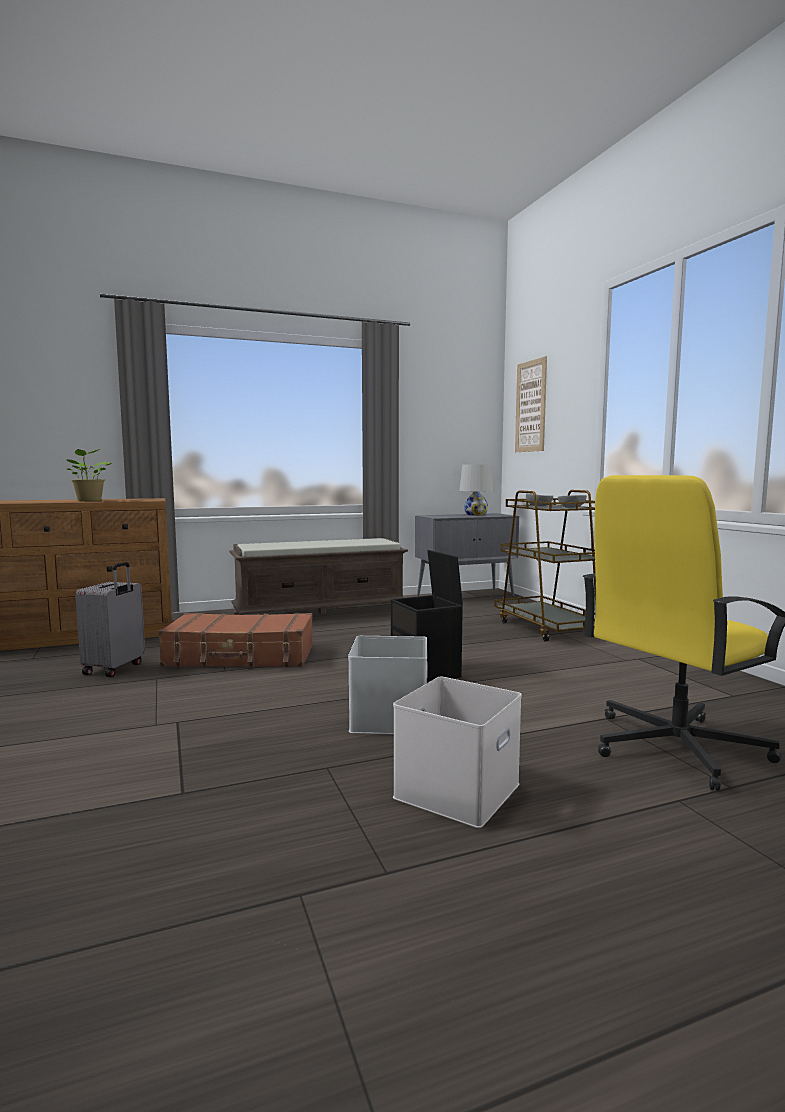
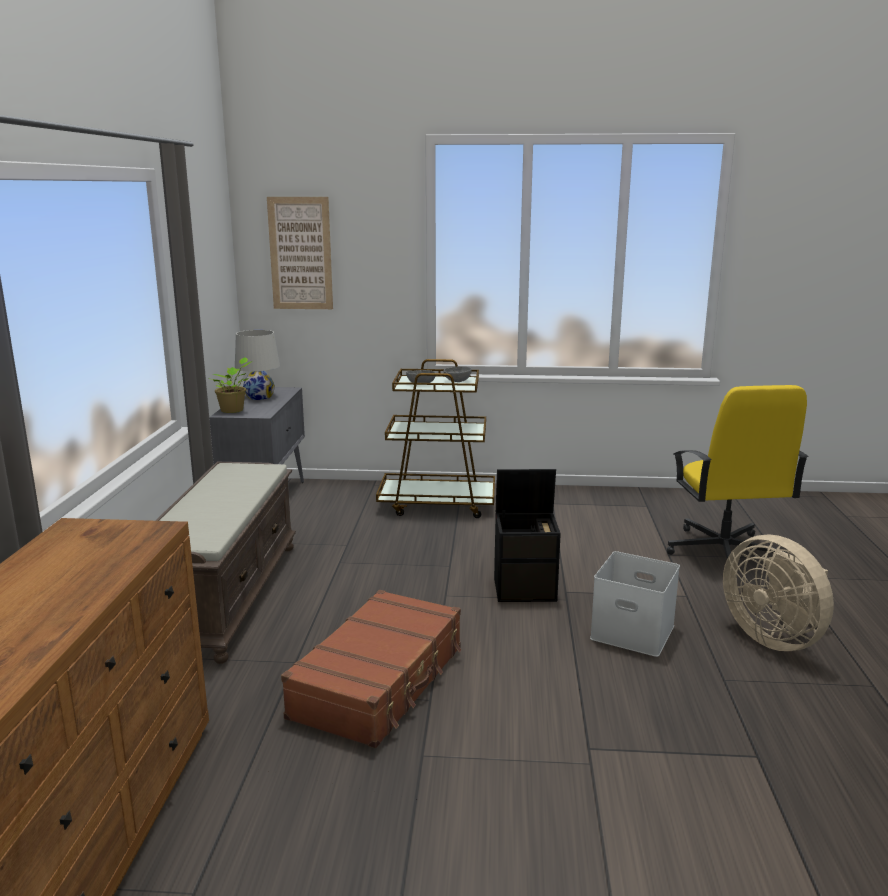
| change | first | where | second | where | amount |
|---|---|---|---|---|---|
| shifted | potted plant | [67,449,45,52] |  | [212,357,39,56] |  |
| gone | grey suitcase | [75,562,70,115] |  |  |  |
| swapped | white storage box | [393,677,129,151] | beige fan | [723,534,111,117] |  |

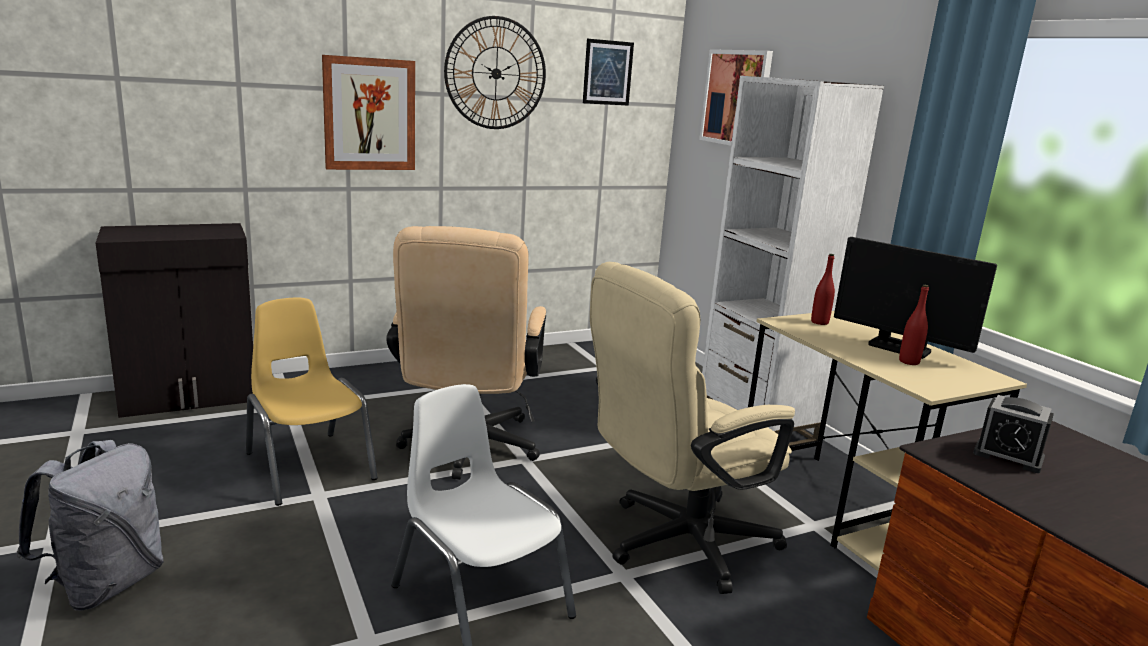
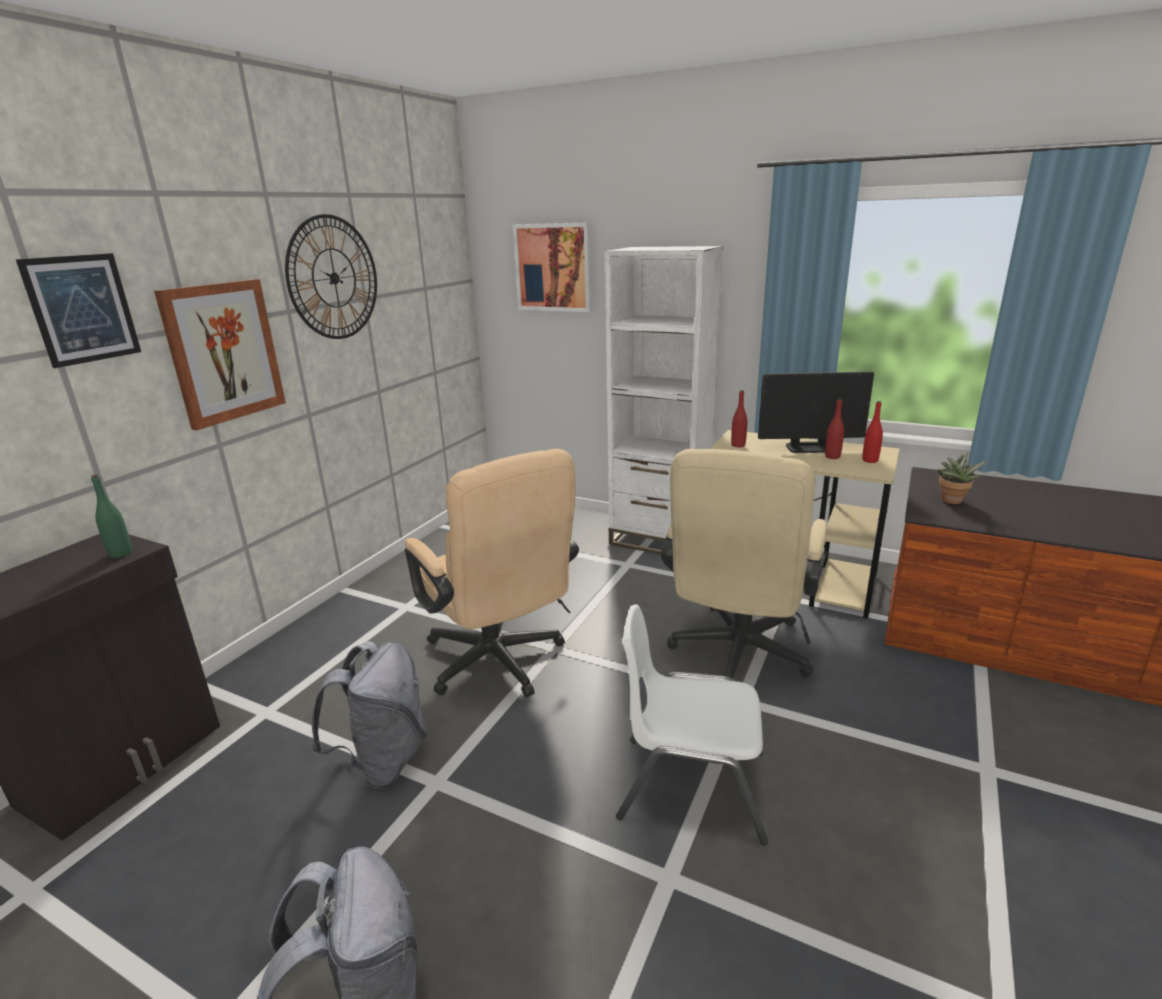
| change | first | where | second | where | amount |
|---|---|---|---|---|---|
| swapped | yellow chair | [246,298,132,208] | grey backpack | [312,641,115,147] |  |
| shifted | picture | [583,39,51,67] |  | [16,253,125,115] |  |
| swapped | alarm clock | [973,395,81,78] | potted plant | [937,453,50,51] |  |
| new |  |  | green bottle | [91,474,41,84] |  |
| new |  |  | red bottle | [862,401,21,62] |  |

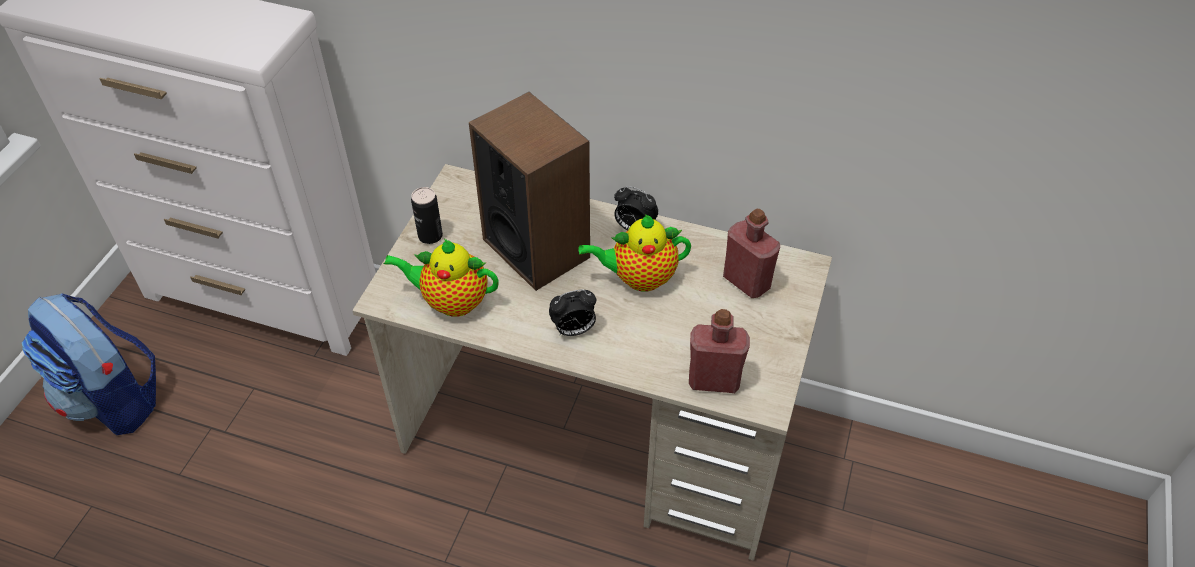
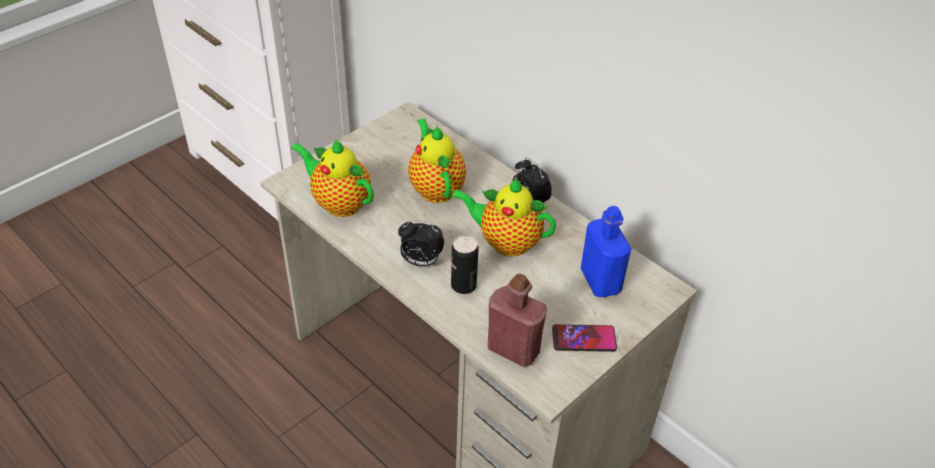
| change | first | where | second | where | amount |
|---|---|---|---|---|---|
| gone | backpack | [22,293,134,142] |  |  |  |
| shifted | can | [411,187,32,57] |  | [451,235,28,59] |  |
| swapped | speaker | [469,92,121,199] | teapot | [408,118,58,85] |  |
| repainted | red bottle | [723,208,57,90] | blue bottle | [581,206,50,91] |  |
| new |  |  | phone | [552,324,65,28] |  |

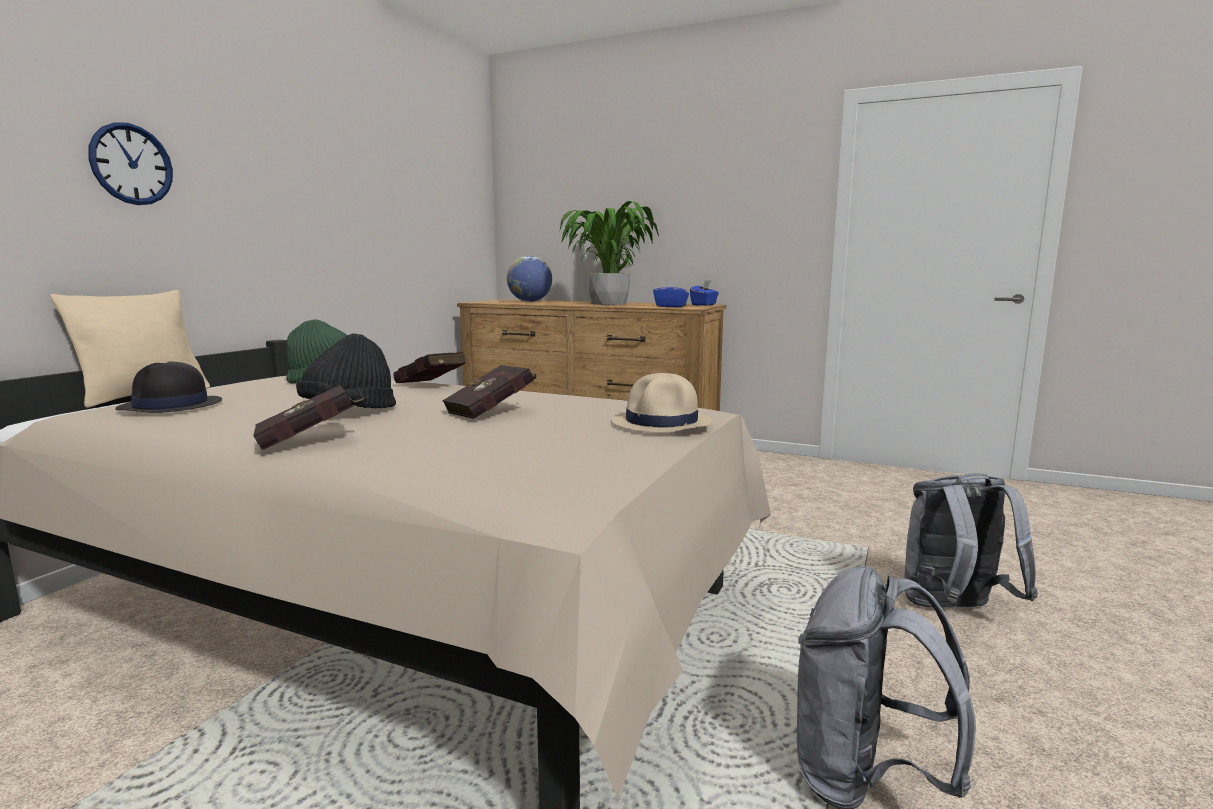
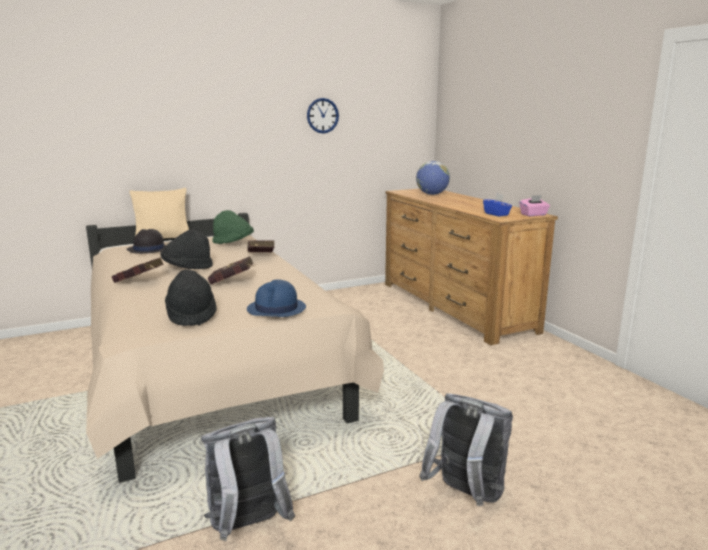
| change | first | where | second | where | amount |
|---|---|---|---|---|---|
| shifted | wall clock | [88,122,85,83] |  | [307,98,32,35] |  |
| gone | potted plant | [560,201,99,104] |  |  |  |
| repainted | beige hat | [611,373,101,60] | blue hat | [247,280,59,37] |  |
| repainted | blue tissue box | [690,280,29,26] | pink tissue box | [519,195,31,21] |  |
| new |  |  | black hat | [165,269,52,57] |  |

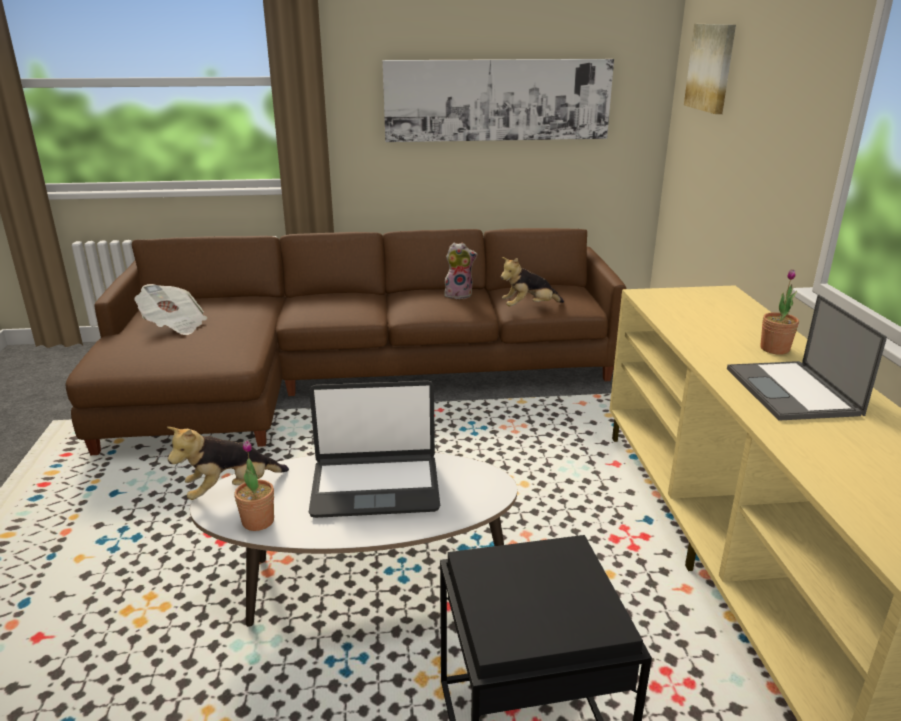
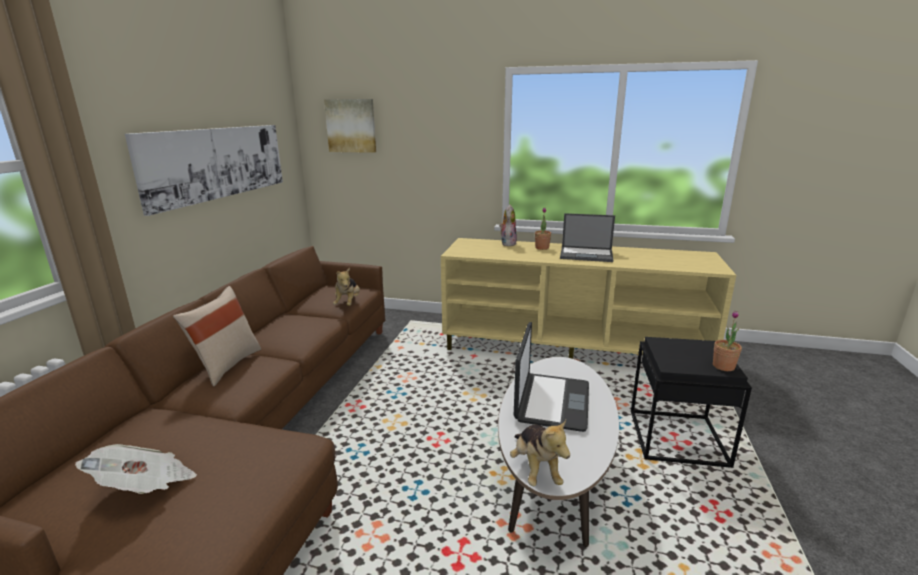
| change | first | where | second | where | amount |
|---|---|---|---|---|---|
| shifted | potted plant | [234,440,40,91] |  | [713,311,29,60] |  |
| shifted | plush toy | [444,243,34,56] |  | [499,204,18,42] |  |
| new |  |  | beige pillow | [173,286,88,100] |  |

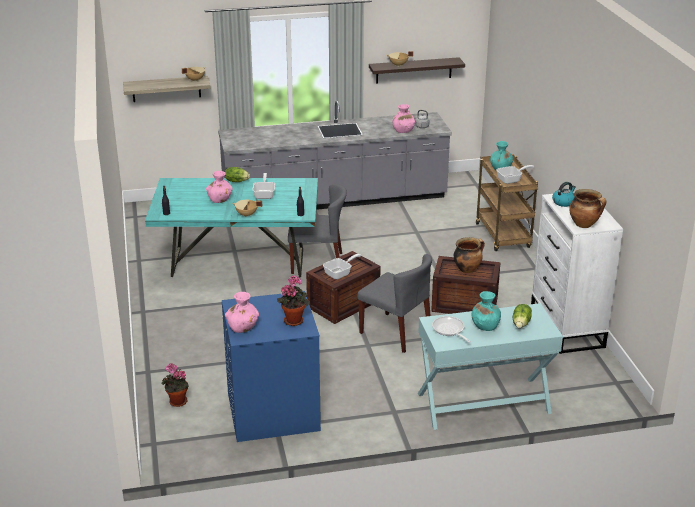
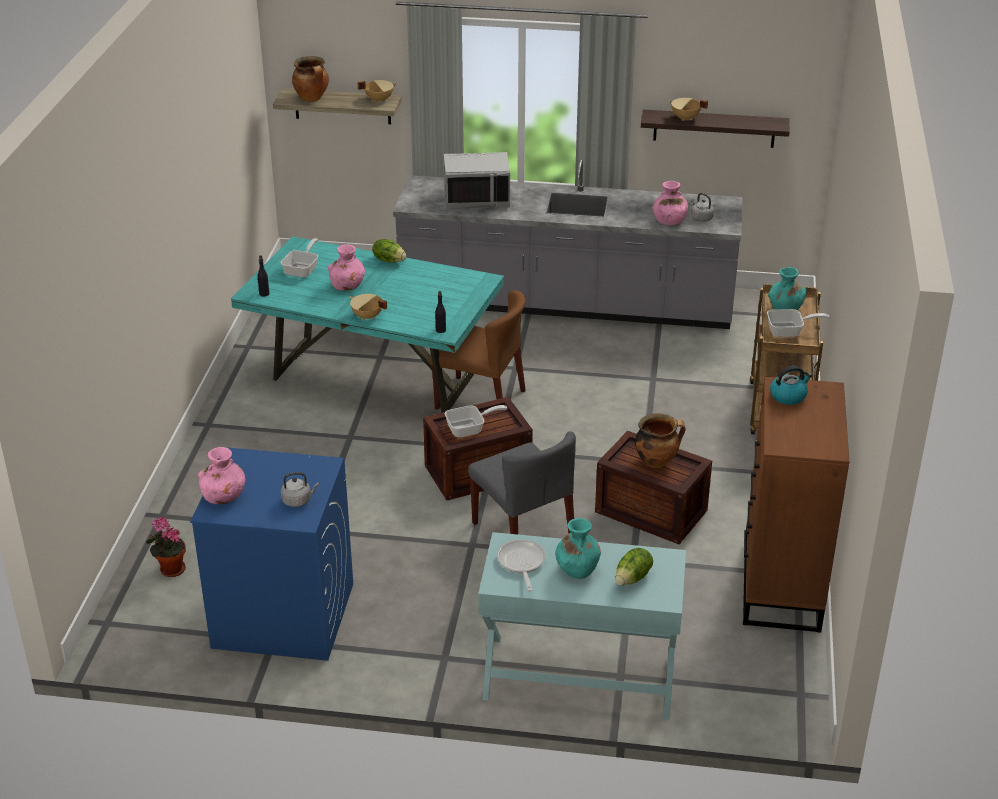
| change | first | where | second | where | amount |
|---|---|---|---|---|---|
| shifted | frying pan | [253,173,22,26] |  | [280,238,38,40] |  |
| swapped | potted plant | [277,275,32,51] | grey kettle | [281,472,38,35] |  |
| repainted | grey chair | [288,184,59,90] | brown chair | [430,290,96,120] |  |
| repainted | white dresser | [531,194,92,160] | brown dresser | [743,377,106,256] |  |
| shifted | cooking pot | [569,189,37,39] |  | [292,56,37,46] |  |
| new |  |  | grey microwave | [443,152,67,57] |  |

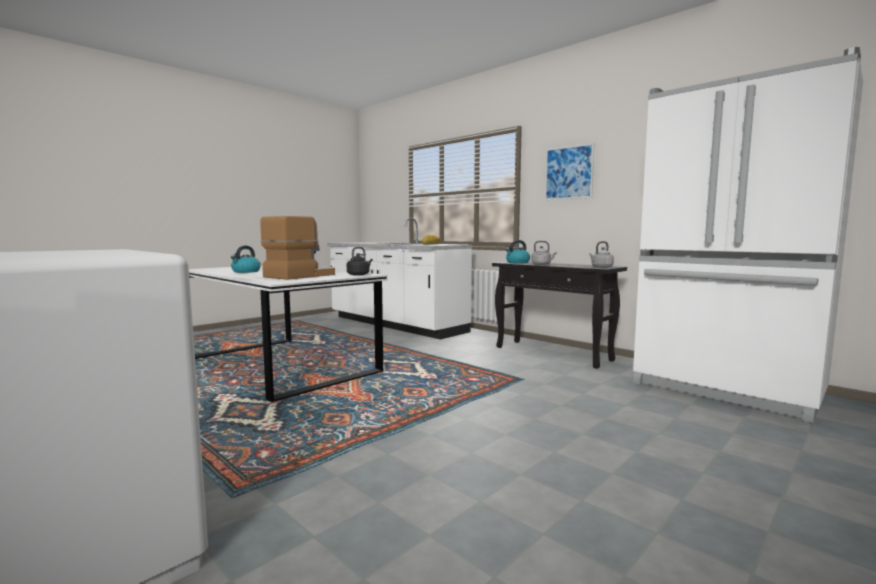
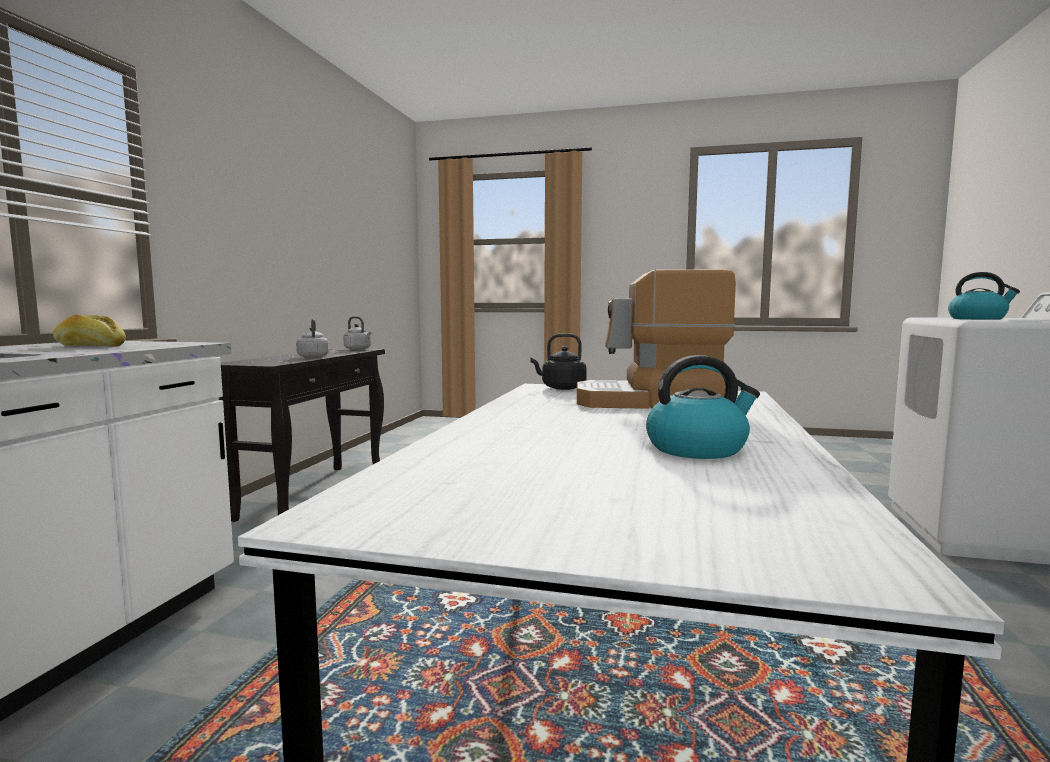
| change | first | where | second | where | amount |
|---|---|---|---|---|---|
| shifted | kettle | [506,240,24,24] |  | [948,272,72,48] |  |
| gone | picture | [545,143,49,57] |  |  |  |
| gone | white fridge | [633,47,230,376] |  |  |  |

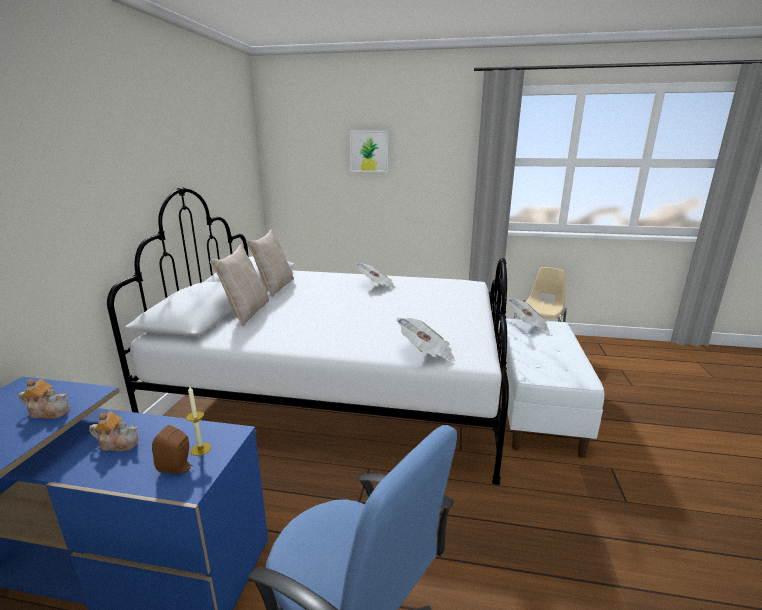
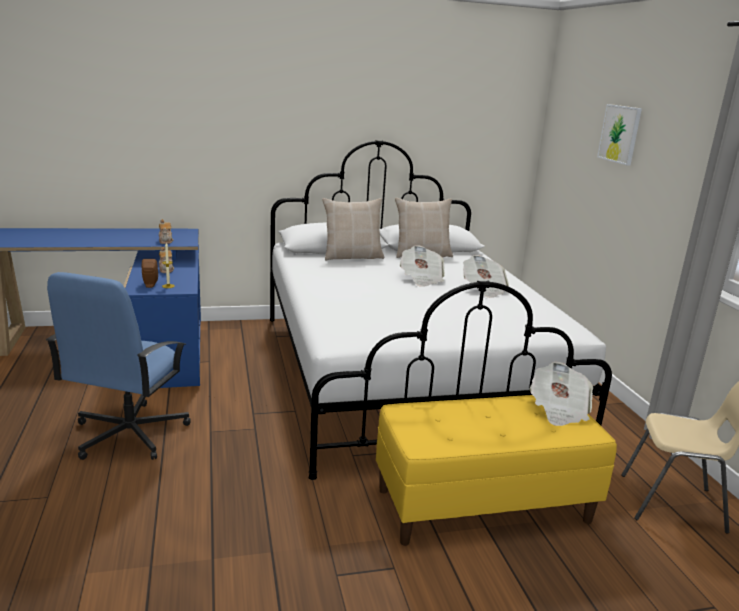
| change | first | where | second | where | amount |
|---|---|---|---|---|---|
| shifted | newspaper | [397,318,59,43] |  | [399,245,46,42] |  |
| repainted | white bench | [500,318,104,139] | yellow bench | [376,395,241,151] |  |

